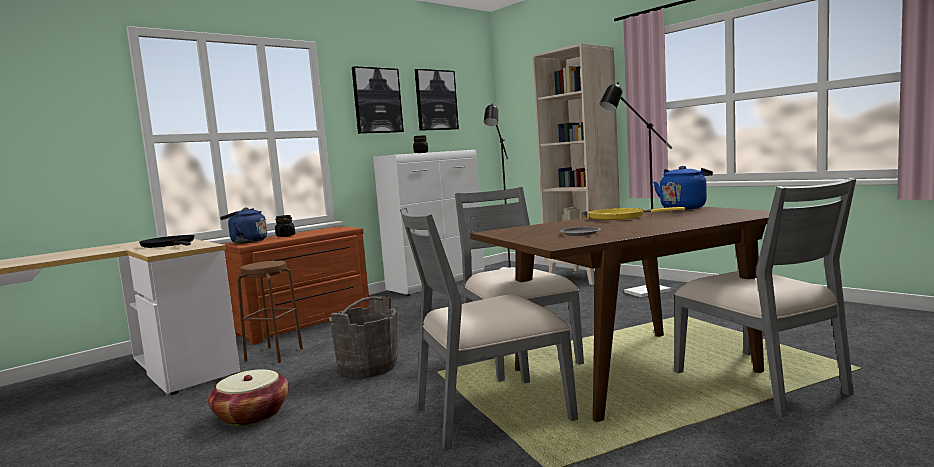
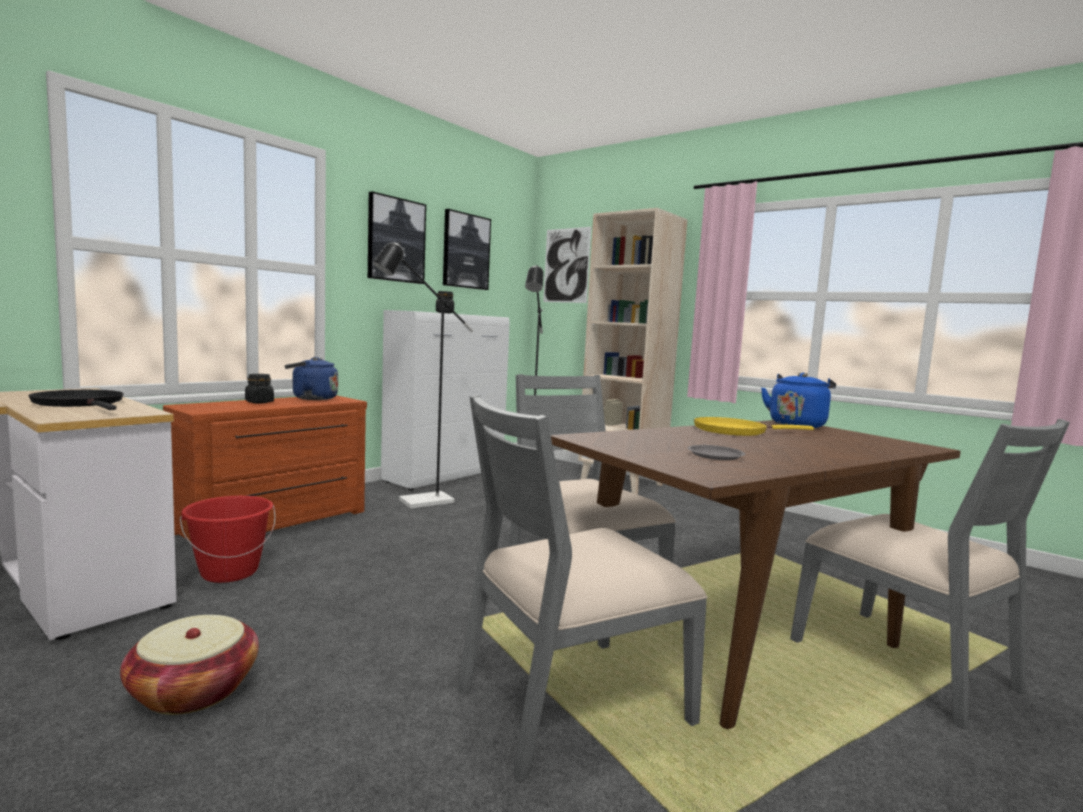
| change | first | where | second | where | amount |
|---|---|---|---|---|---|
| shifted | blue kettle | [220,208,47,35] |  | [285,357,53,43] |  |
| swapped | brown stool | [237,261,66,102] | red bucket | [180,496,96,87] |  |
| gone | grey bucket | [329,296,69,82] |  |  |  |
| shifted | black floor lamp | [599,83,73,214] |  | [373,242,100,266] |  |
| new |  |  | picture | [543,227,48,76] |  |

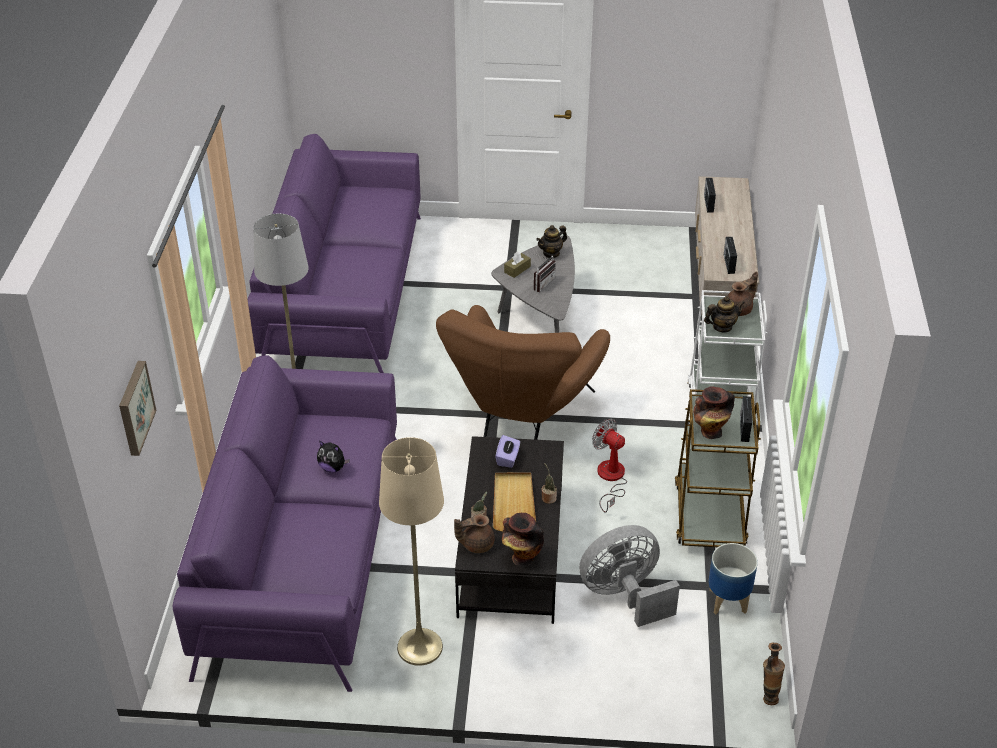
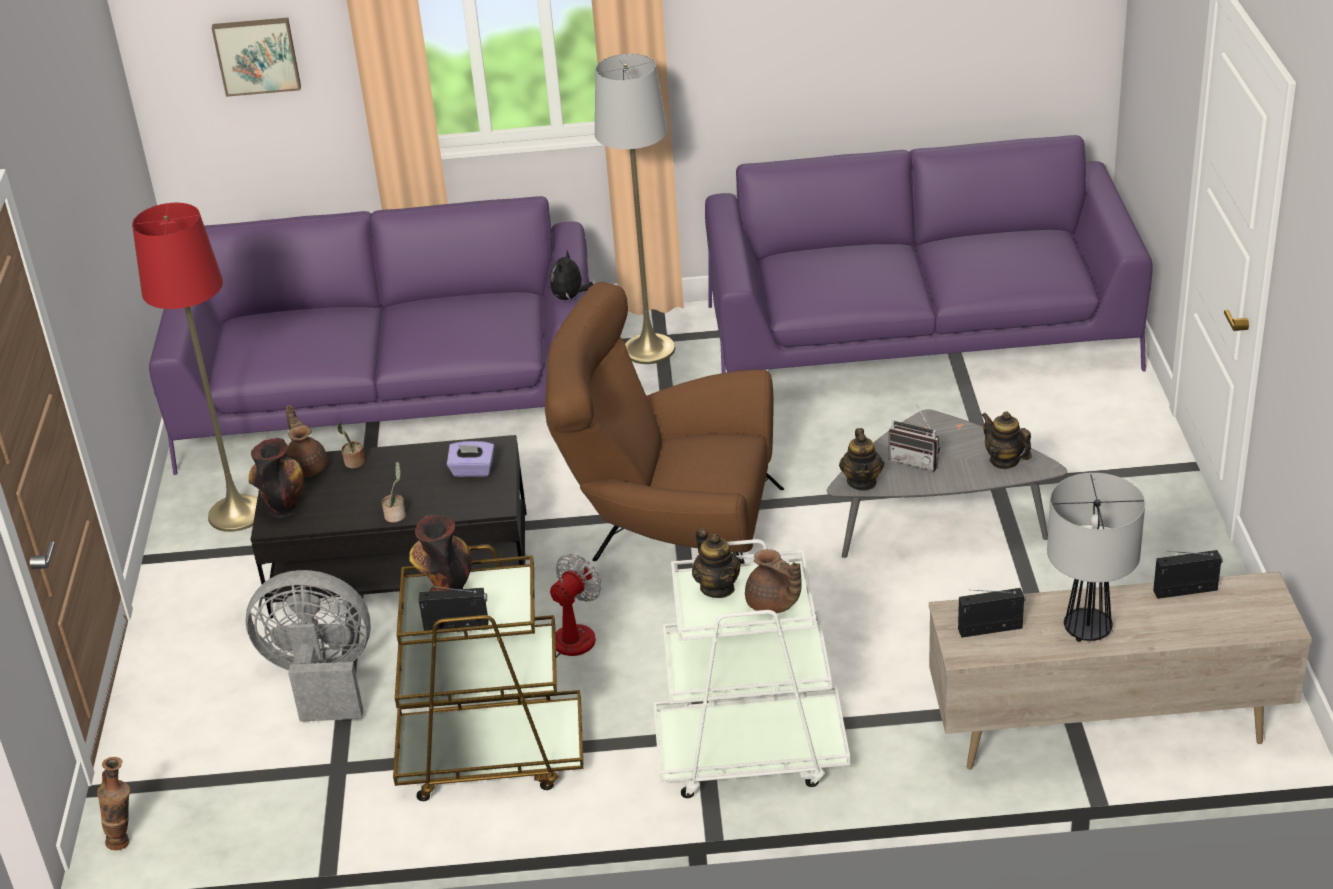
| change | first | where | second | where | amount |
|---|---|---|---|---|---|
| shifted | plush toy | [317,440,33,33] |  | [550,250,43,50] |  |
| repainted | beige floor lamp | [379,437,65,229] | red floor lamp | [132,203,126,329] |  |
| gone | beige tray | [493,472,43,60] |  |  |  |
| gone | brown tissue box | [504,251,27,27] |  |  |  |
| rotated | grey fan | [579,525,101,102] |  | [245,570,126,152] | 60 degrees counterclockwise |
| gone | planter | [708,543,50,71] |  |  |  |
| new |  |  | teapot | [839,428,45,63] |  |
| new |  |  | table lamp | [1047,473,98,169] |  |

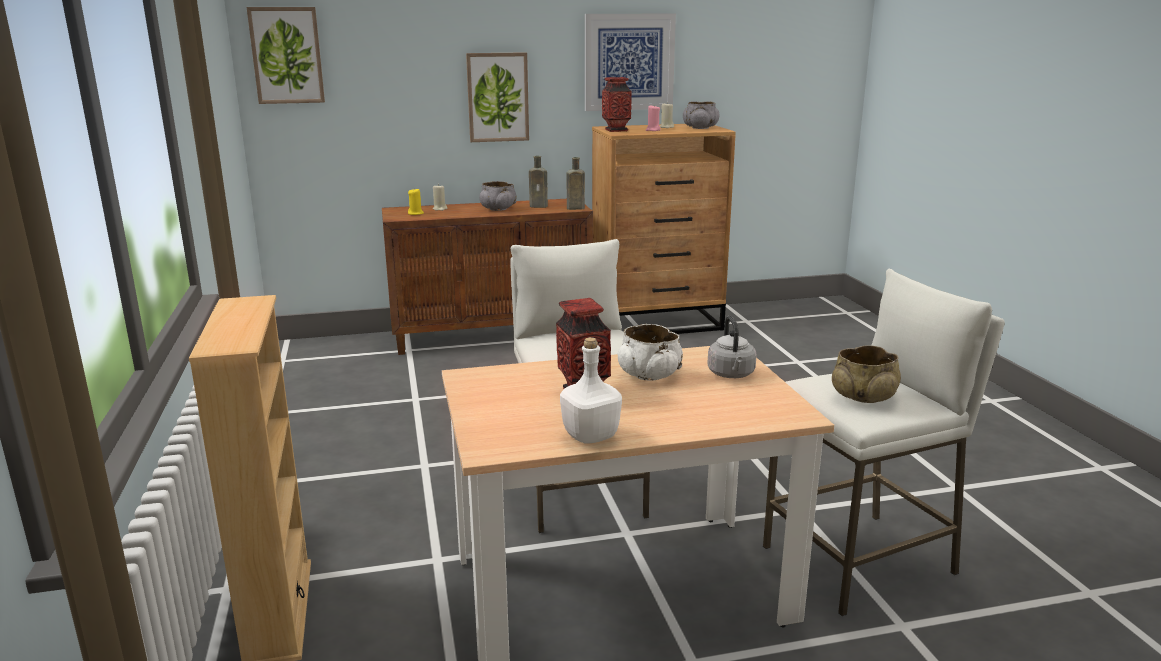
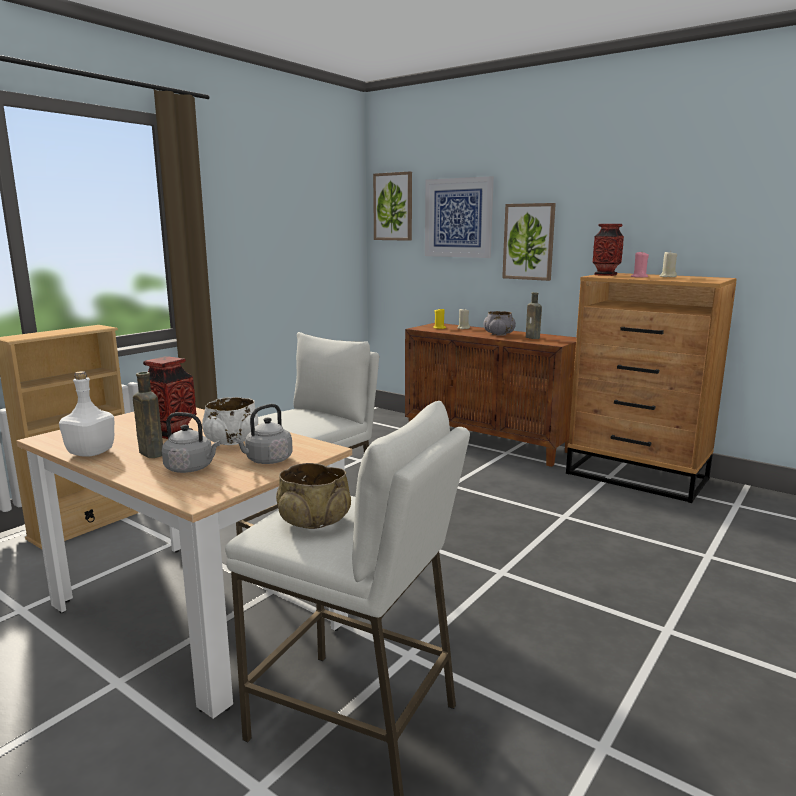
| change | first | where | second | where | amount |
|---|---|---|---|---|---|
| shifted | brown bottle | [566,157,19,53] |  | [133,372,30,86] |  |
| shifted | picture | [585,14,91,97] |  | [425,176,69,82] |  |
| gone | grey bowl | [683,101,37,28] |  |  |  |
| new |  |  | grey kettle | [162,412,59,61] |  |

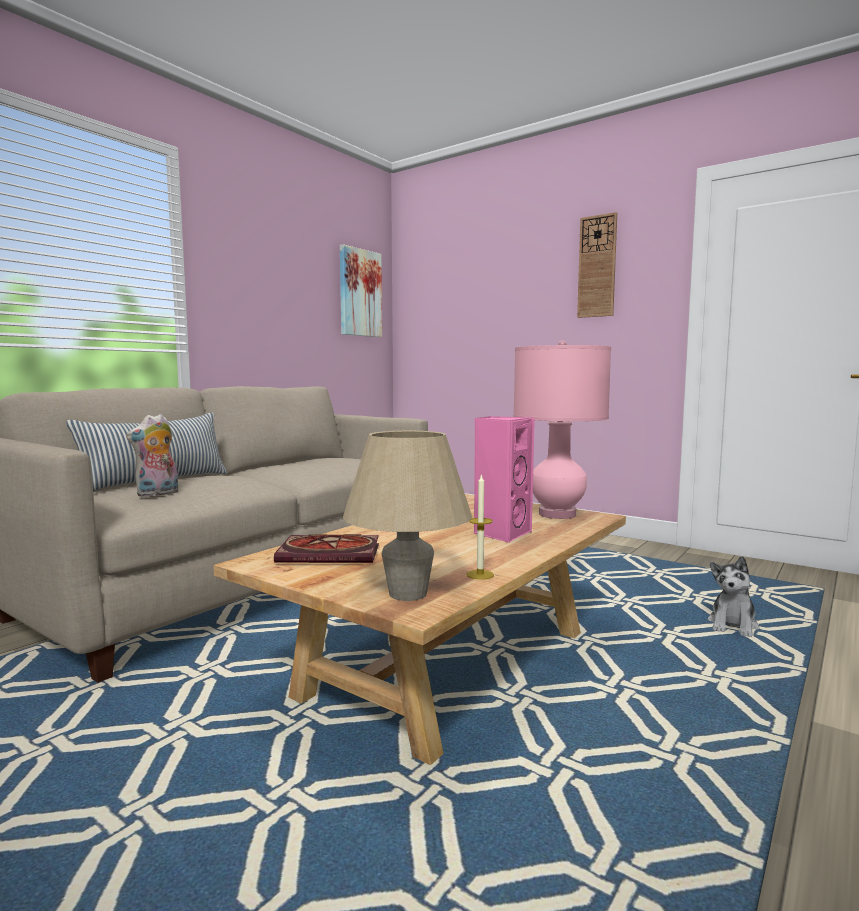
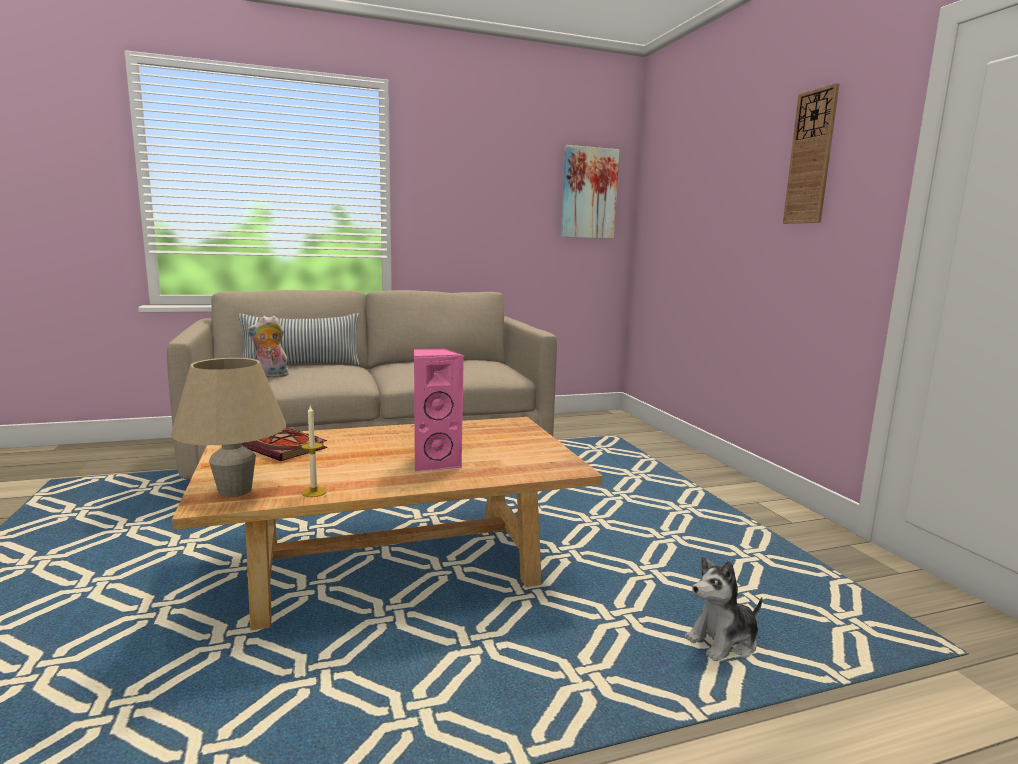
| change | first | where | second | where | amount |
|---|---|---|---|---|---|
| gone | pink table lamp | [513,341,98,178] |  |  |  |

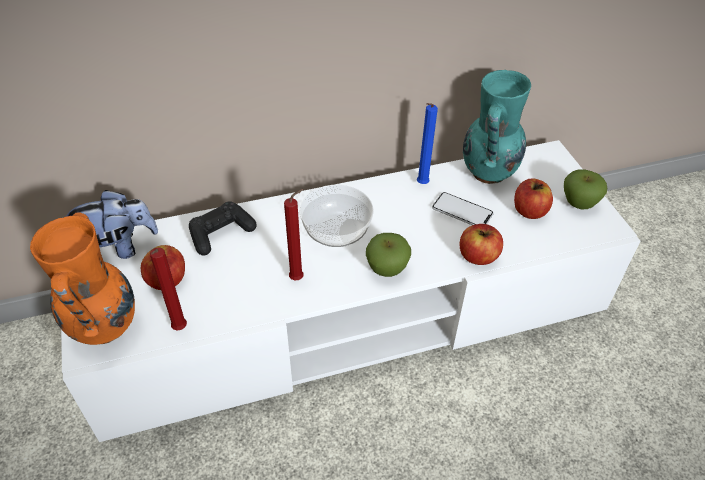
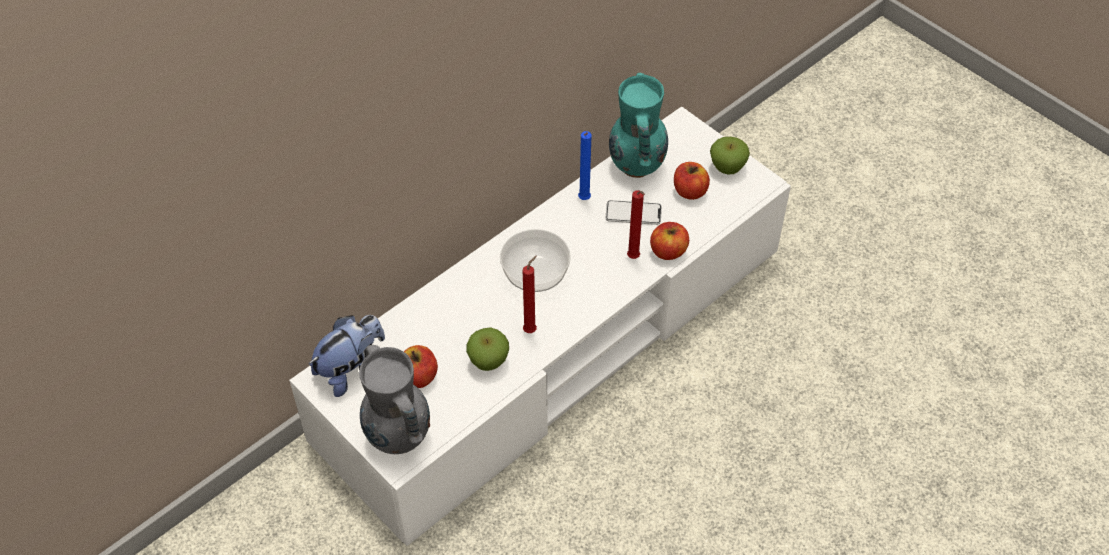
| change | first | where | second | where | amount |
|---|---|---|---|---|---|
| repainted | orange vase | [30,212,105,133] | grey vase | [359,345,71,109] |  |
| shifted | red candle | [150,248,37,82] |  | [627,190,18,69] |  |
| gone | black game controller | [189,201,68,55] |  |  |  |
| shifted | apple | [366,233,45,44] |  | [466,327,43,44] |  |

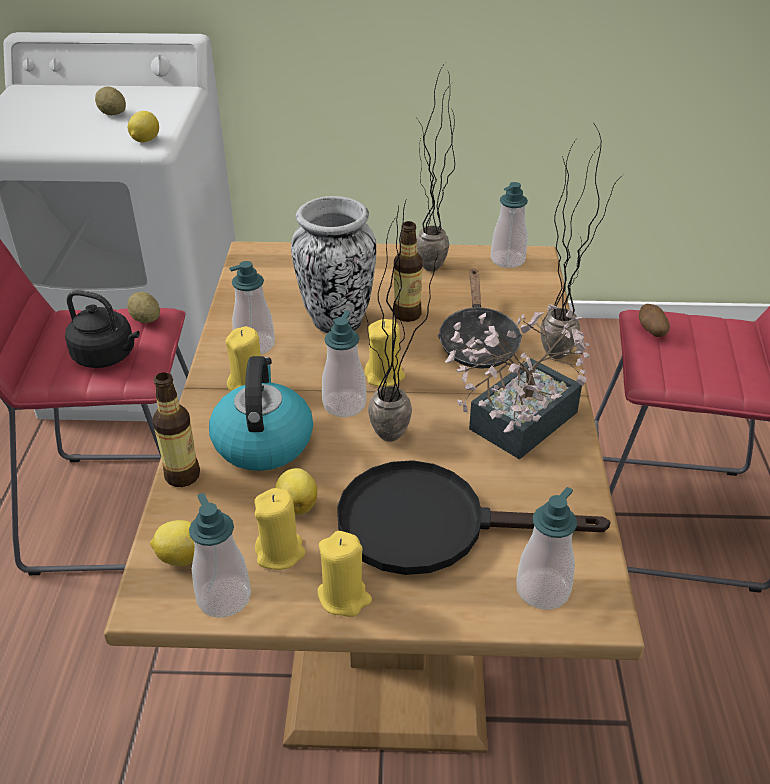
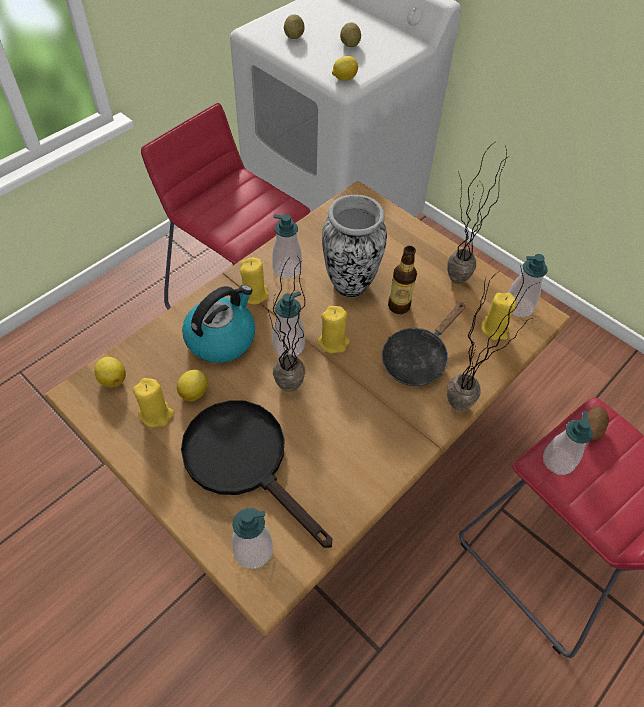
| change | first | where | second | where | amount |
|---|---|---|---|---|---|
| gone | black kettle | [65,290,75,78] |  |  |  |
| shifted | potato | [127,292,33,31] |  | [284,14,21,25] |  |
| gone | bottle | [152,372,48,115] |  |  |  |
| shifted | soap dispenser | [189,493,62,125] |  | [543,411,50,64] |  |
| shifted | yellow candle | [317,531,55,86] |  | [481,293,36,47] |  |
| gone | potted plant | [445,304,145,156] |  |  |  |

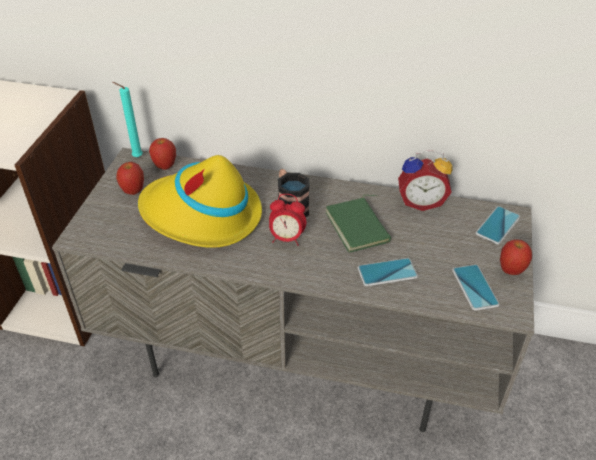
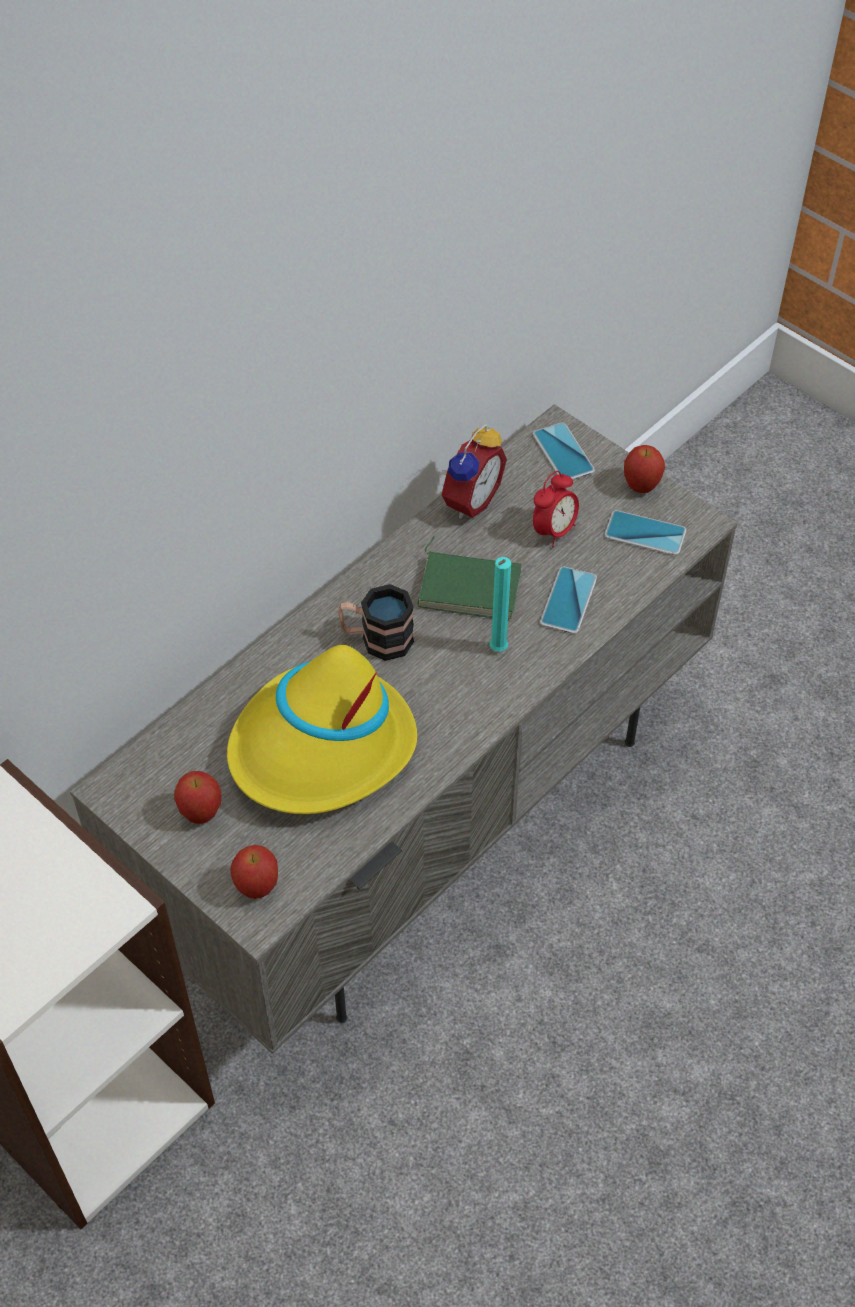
| change | first | where | second | where | amount |
|---|---|---|---|---|---|
| shifted | turquoise candle | [112,82,31,75] |  | [489,557,22,95] |  |
| shifted | apple | [149,138,27,32] |  | [230,845,48,54] |  |
| shifted | alarm clock | [269,194,37,52] |  | [533,471,46,76] |  |

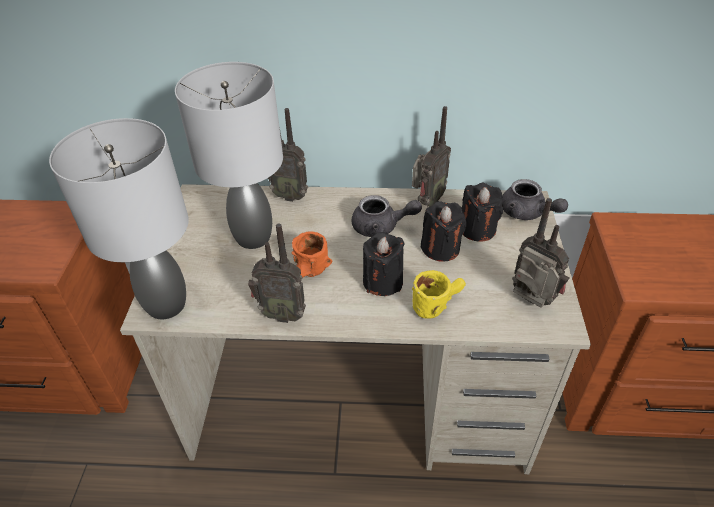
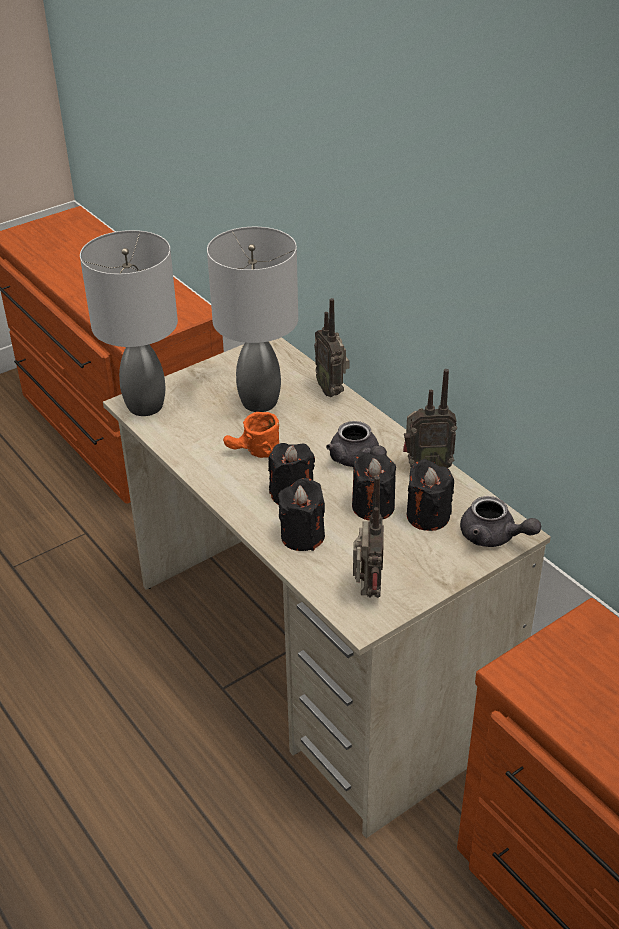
| change | first | where | second | where | amount |
|---|---|---|---|---|---|
| gone | radio | [248,224,58,99] |  |  |  |
| swapped | yellow mug | [412,270,54,49] | black candle | [278,478,47,73] |  |
| rotated | grey teapot | [502,179,66,41] |  | [460,496,81,51] | 60 degrees counterclockwise |

